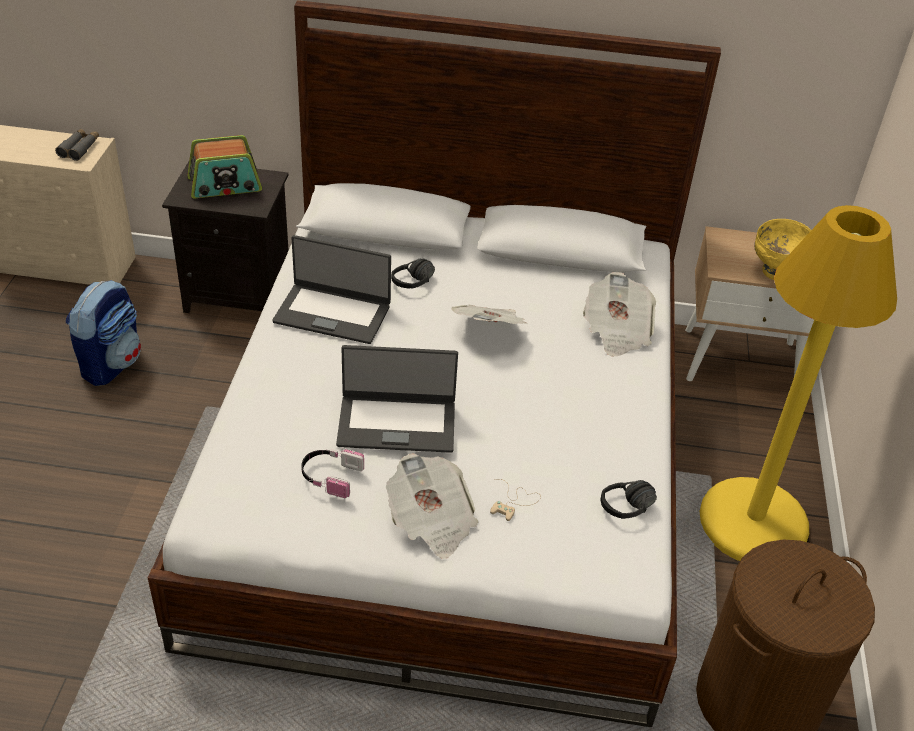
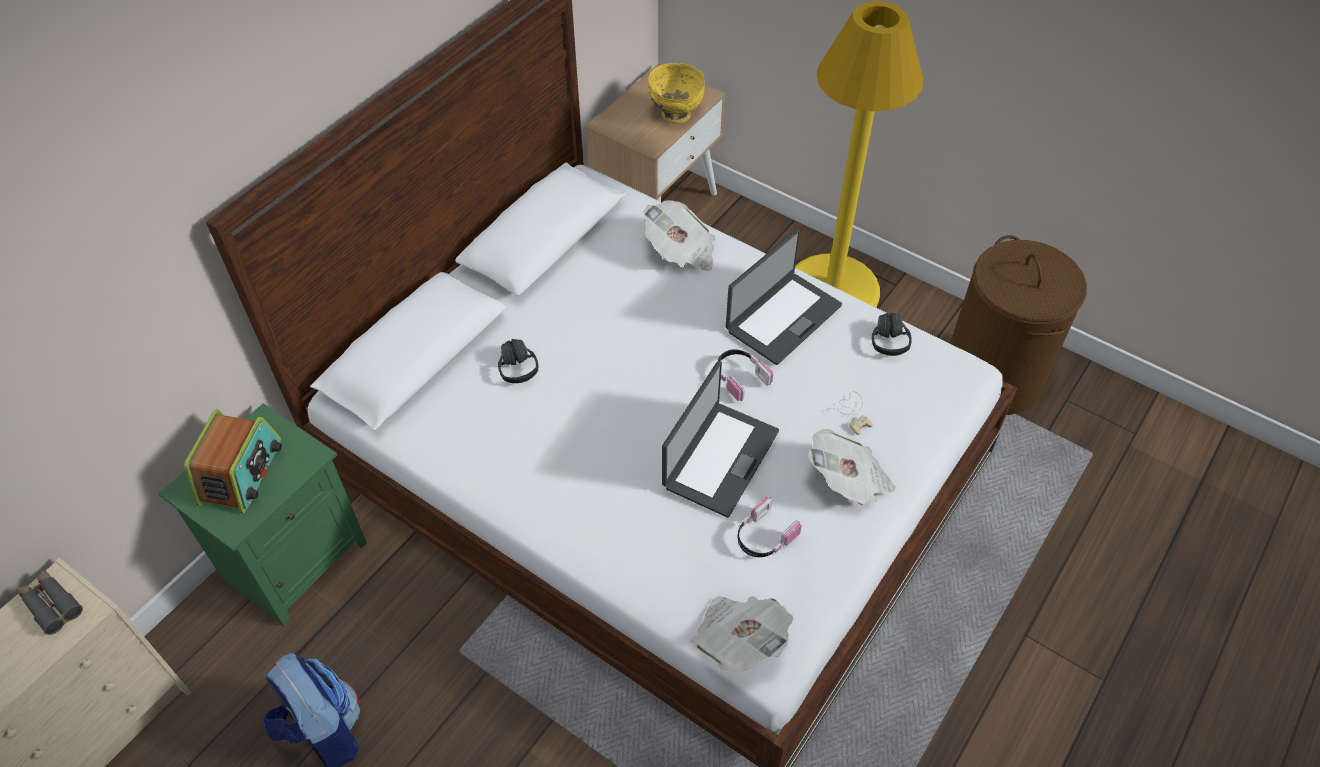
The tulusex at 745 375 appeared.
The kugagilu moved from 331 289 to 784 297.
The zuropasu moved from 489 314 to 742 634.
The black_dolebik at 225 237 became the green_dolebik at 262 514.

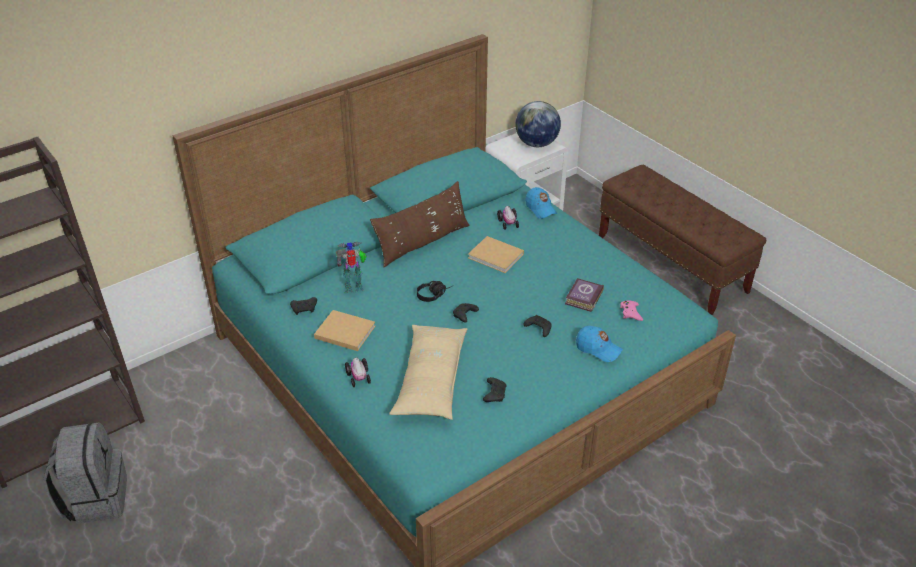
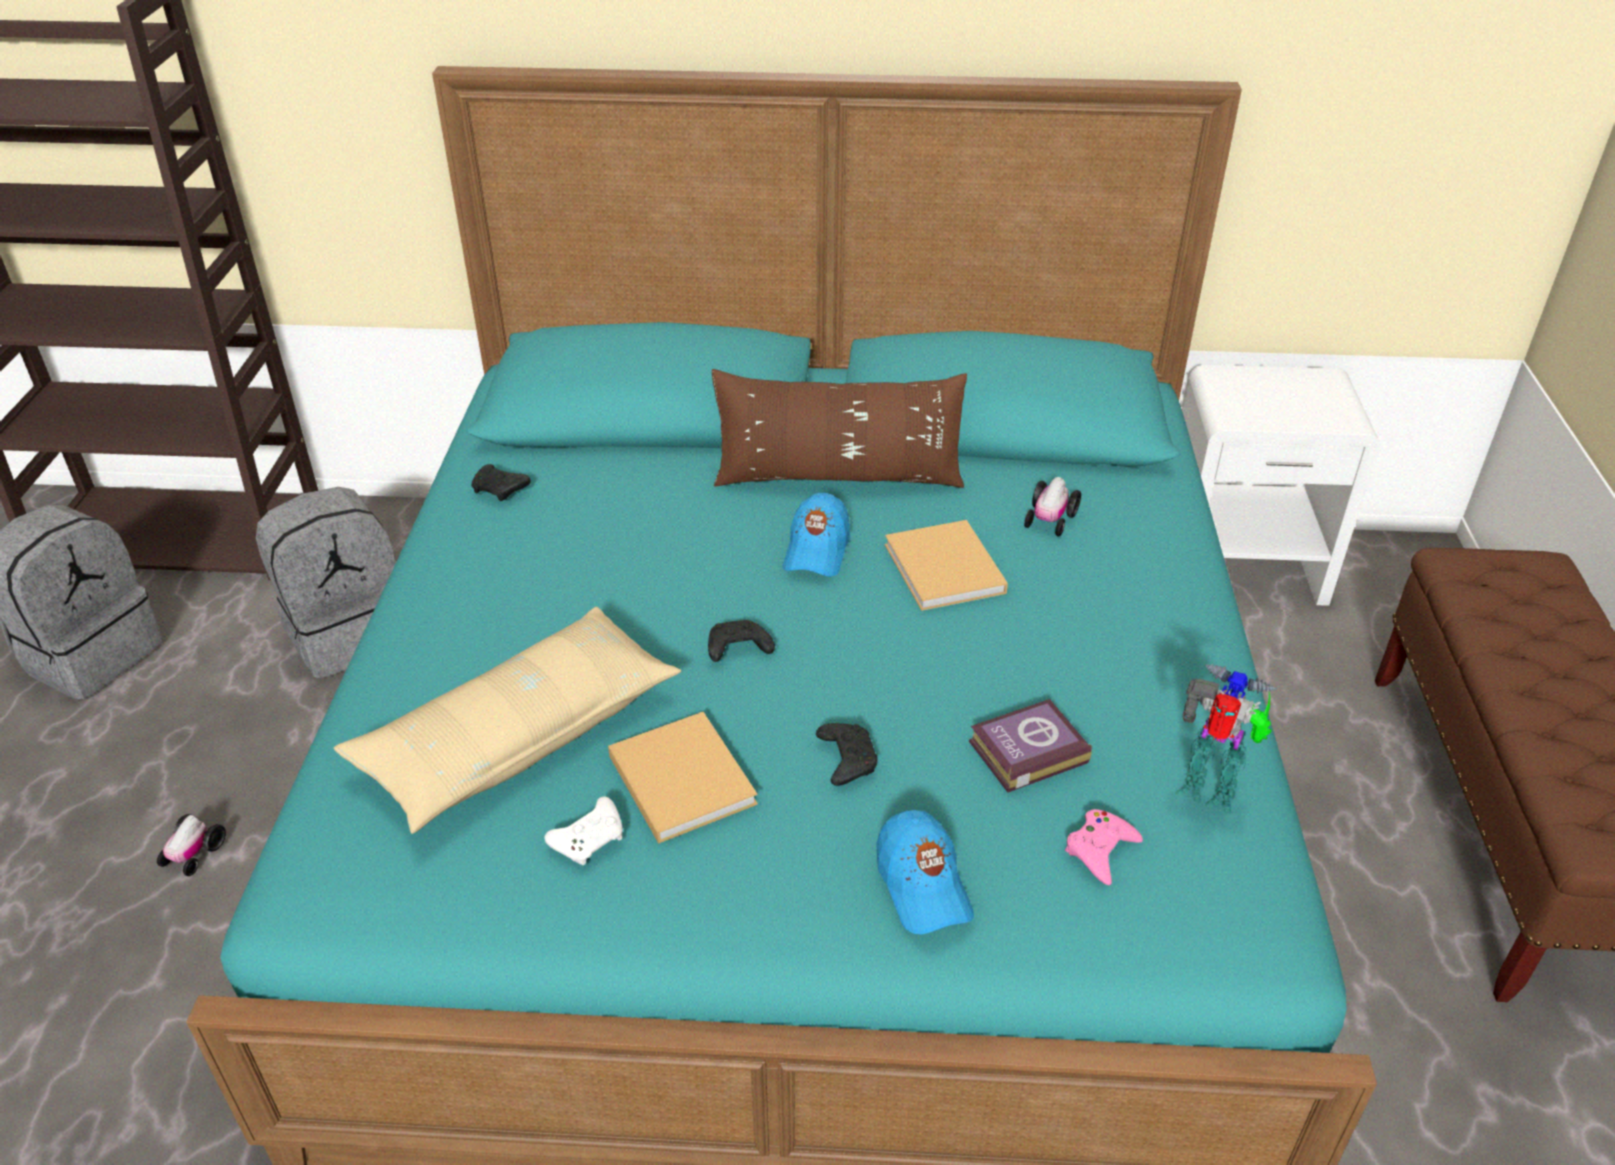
The black_tulusex at 434 291 disappeared.
The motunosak at 538 124 disappeared.
The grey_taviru at 325 582 appeared.
The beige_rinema moved from 344 330 to 683 778.
The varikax moved from 351 268 to 1225 739.
The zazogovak moved from 358 372 to 191 845.
The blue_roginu moved from 542 203 to 816 535.
The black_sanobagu at 495 389 became the white_sanobagu at 584 831.

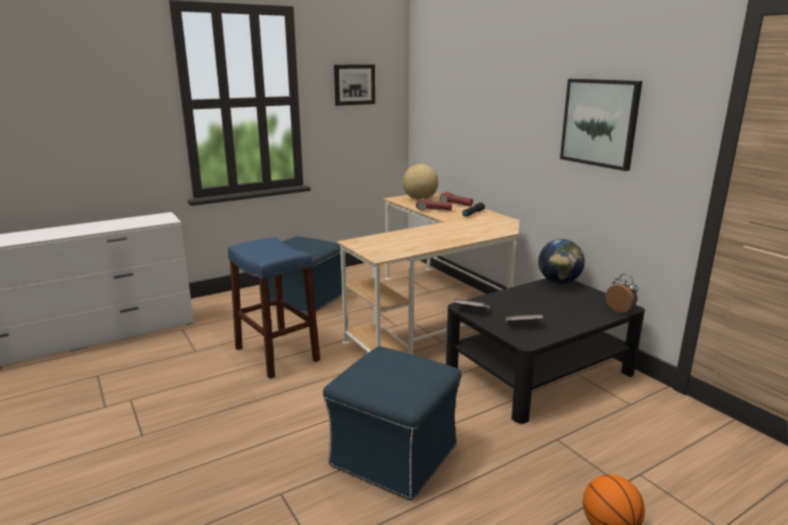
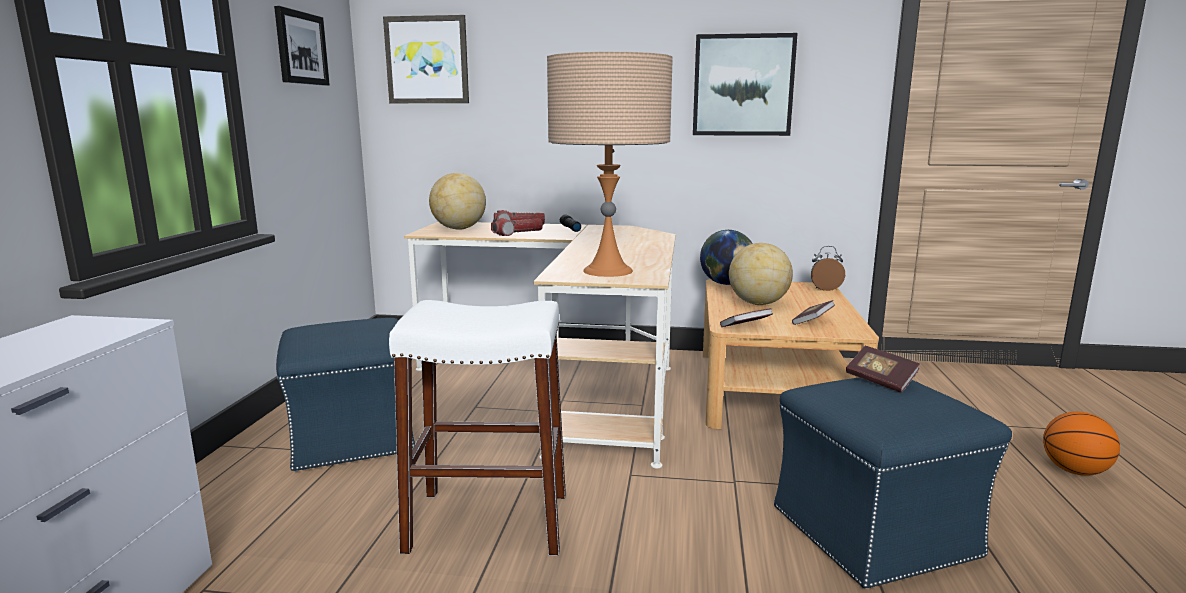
The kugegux at 426 59 appeared.
The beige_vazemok at 610 164 appeared.
The motunosak at 761 274 appeared.
The rinema at 883 369 appeared.
The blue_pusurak at 274 308 became the white_pusurak at 477 428.
The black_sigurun at 545 351 became the beige_sigurun at 791 354.

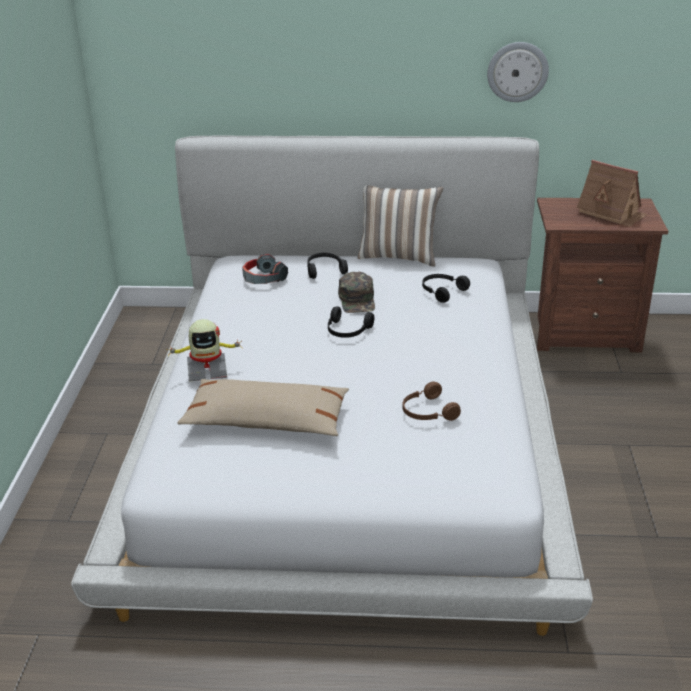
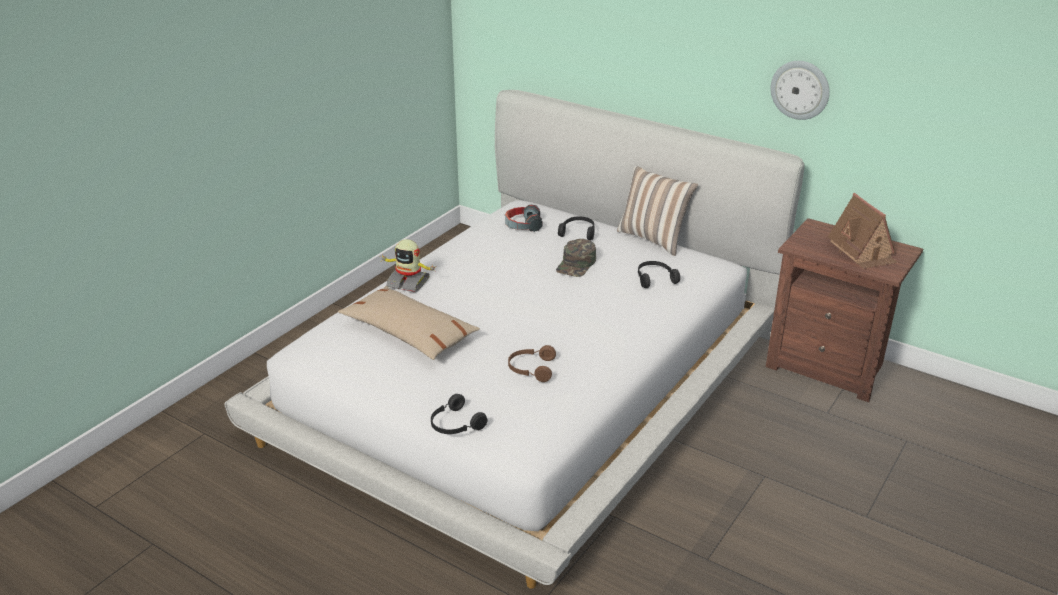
The black_tulusex moved from 351 322 to 459 414.

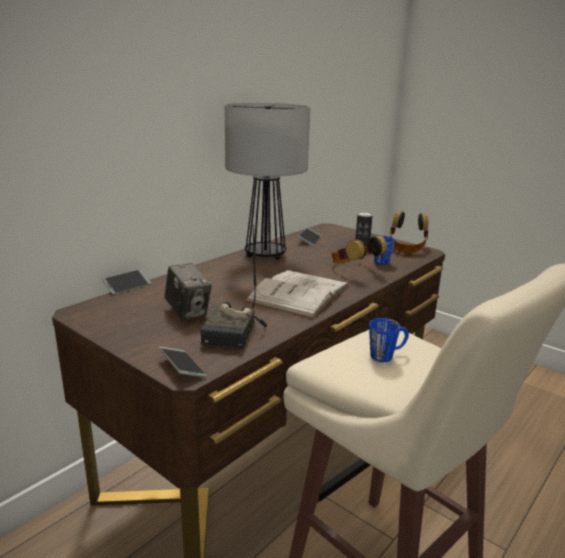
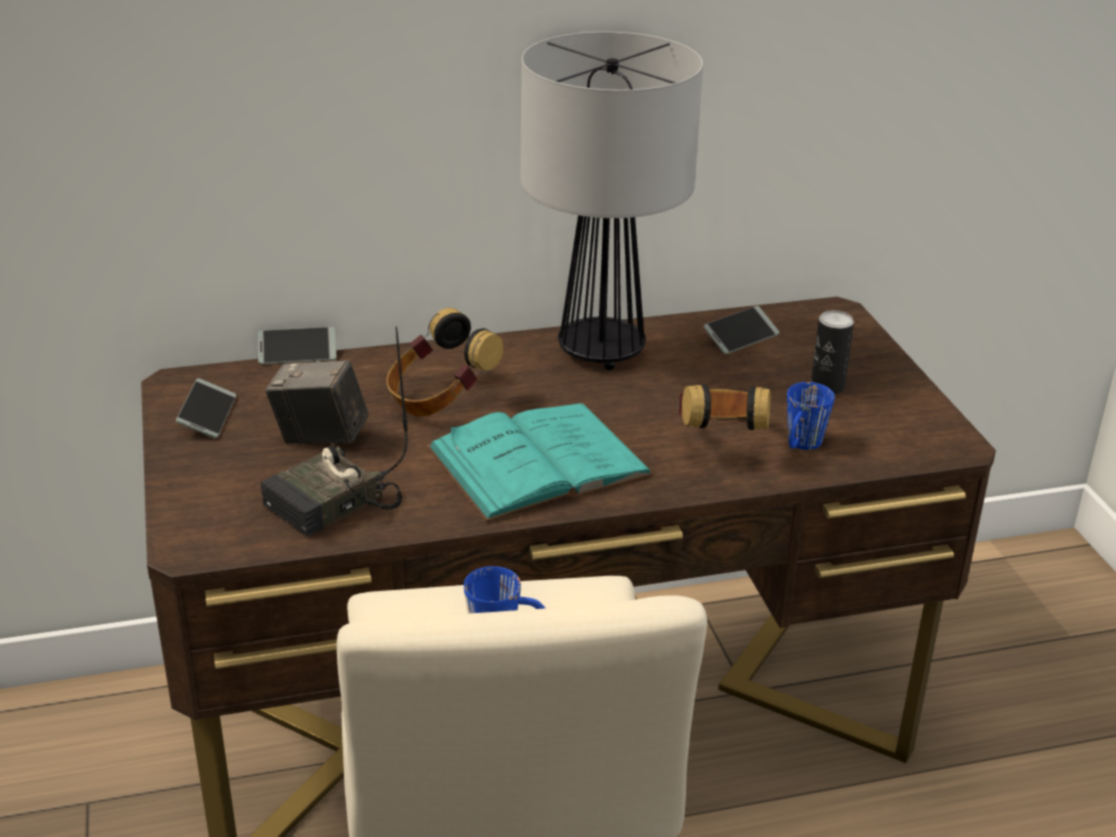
The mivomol moved from 183 361 to 206 408.
The tulusex moved from 409 232 to 445 362.
The white_rinema at 297 294 became the turquoise_rinema at 540 462.
The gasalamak at 188 291 turned 105 degrees clockwise.

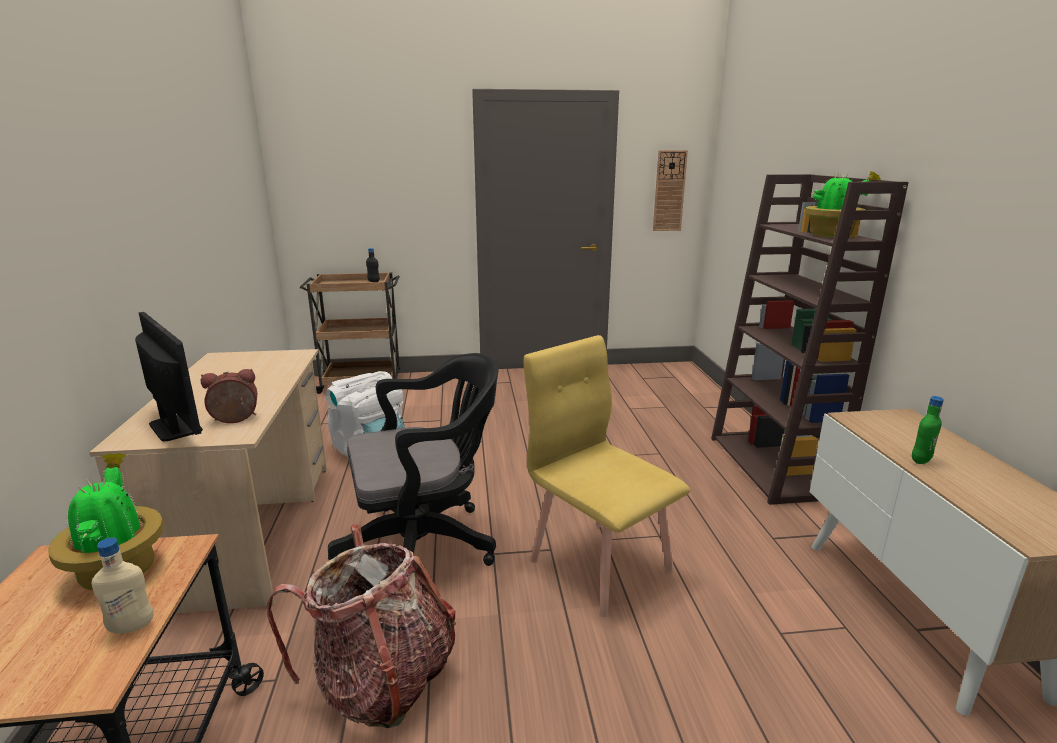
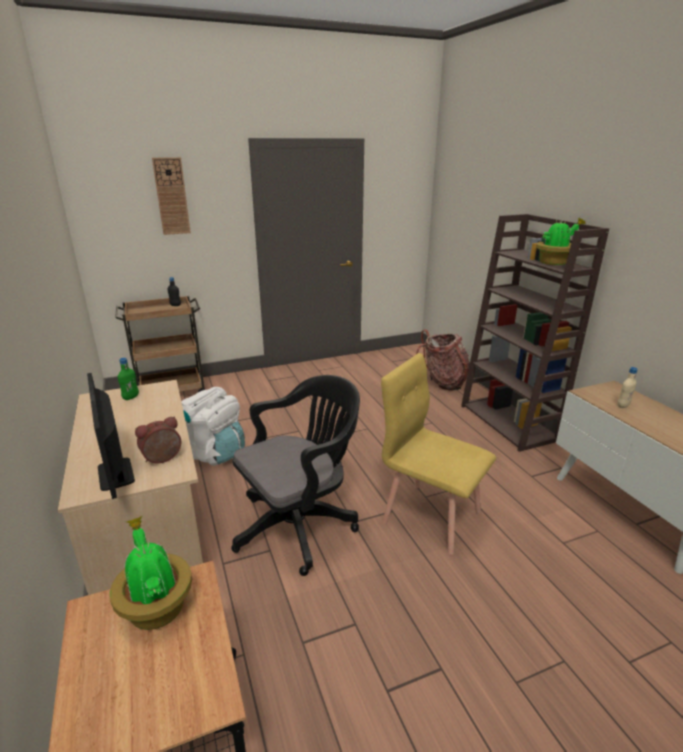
The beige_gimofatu moved from 123 586 to 628 387.
The taviru moved from 361 626 to 442 360.
The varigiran moved from 670 190 to 171 196.
The green_gimofatu moved from 928 430 to 128 379.
The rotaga at 169 376 turned 150 degrees counterclockwise.

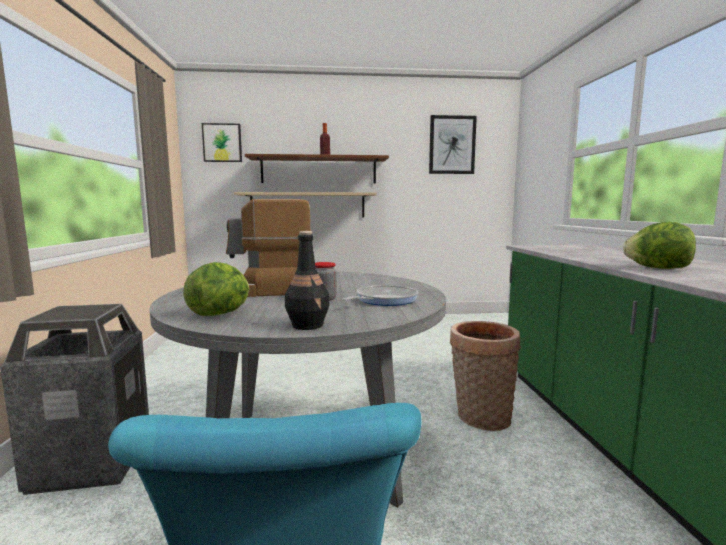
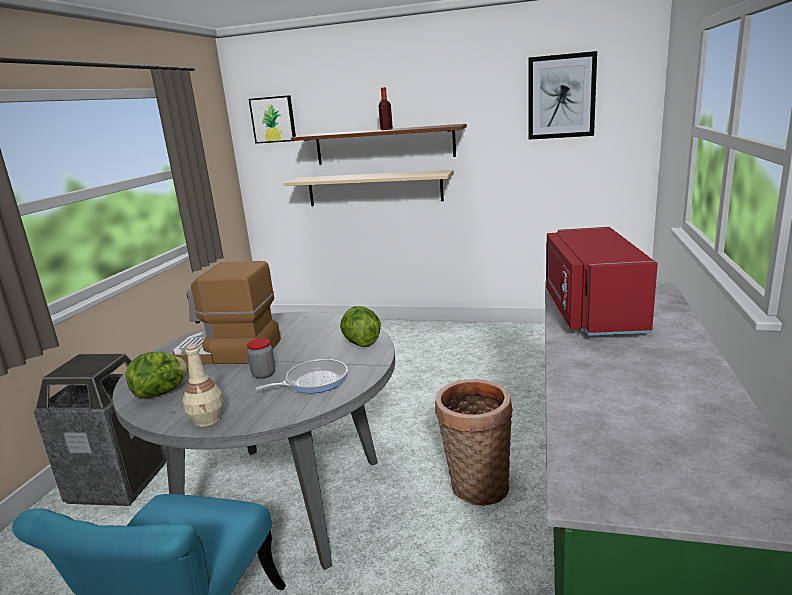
The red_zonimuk at 602 281 appeared.
The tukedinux moved from 659 245 to 360 326.
The black_gimofatu at 307 280 became the beige_gimofatu at 203 385.

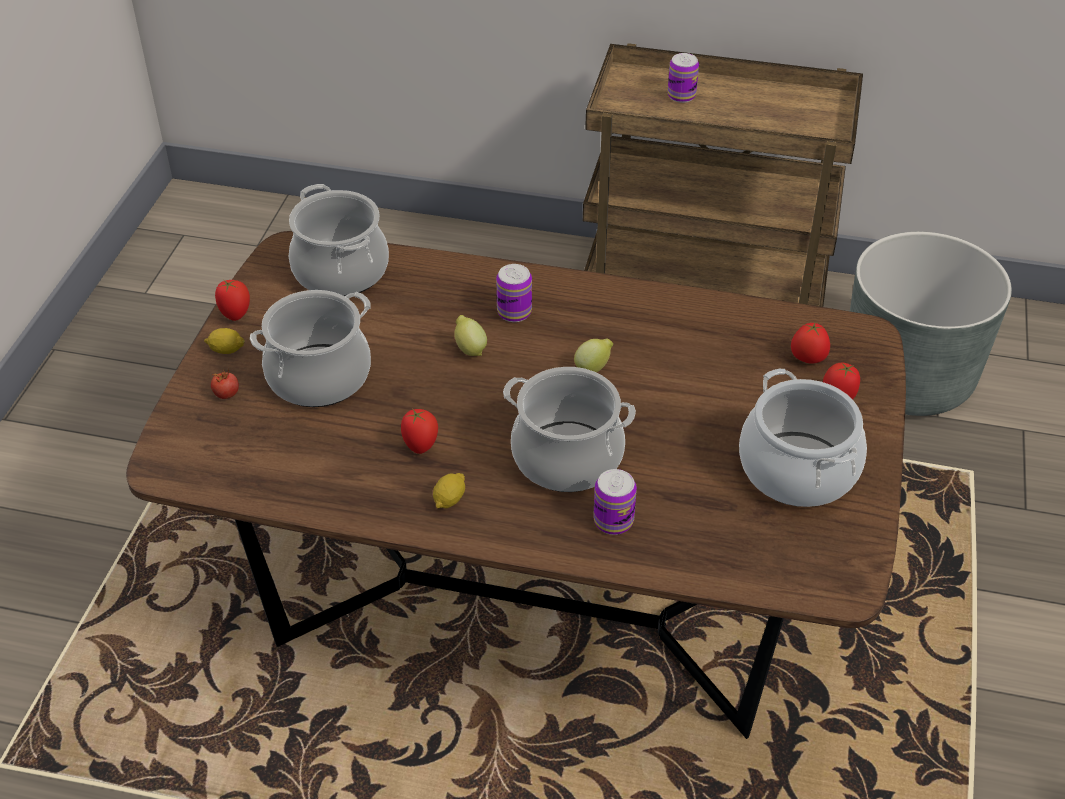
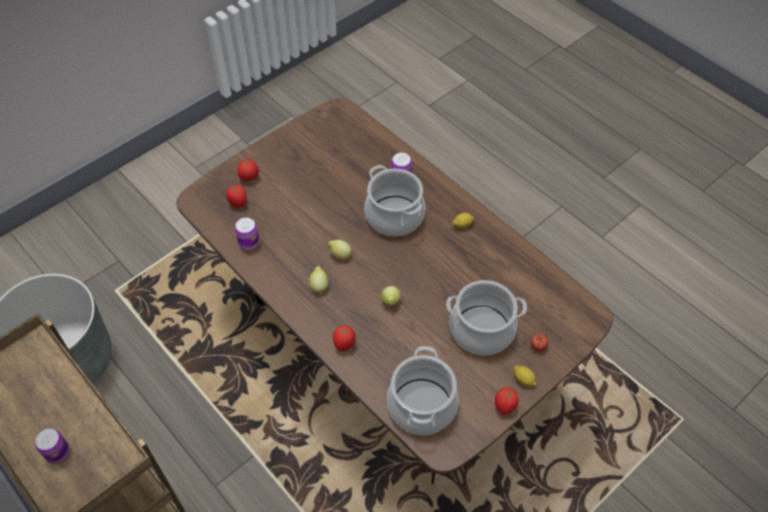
The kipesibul at 803 438 disappeared.
The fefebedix at 318 280 appeared.
The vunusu moved from 419 431 to 344 338.
The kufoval moved from 514 293 to 247 234.

